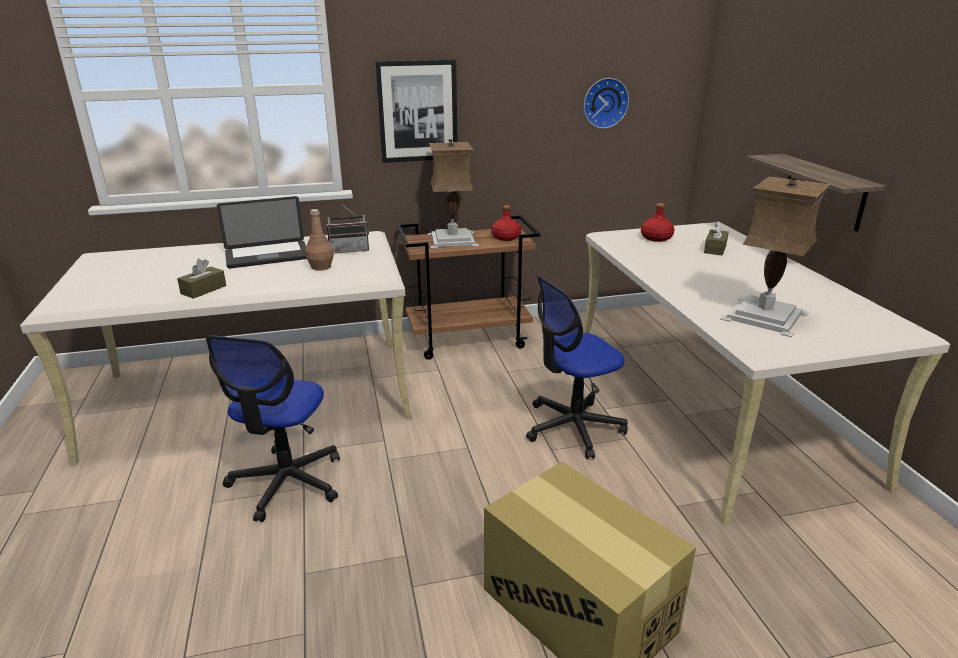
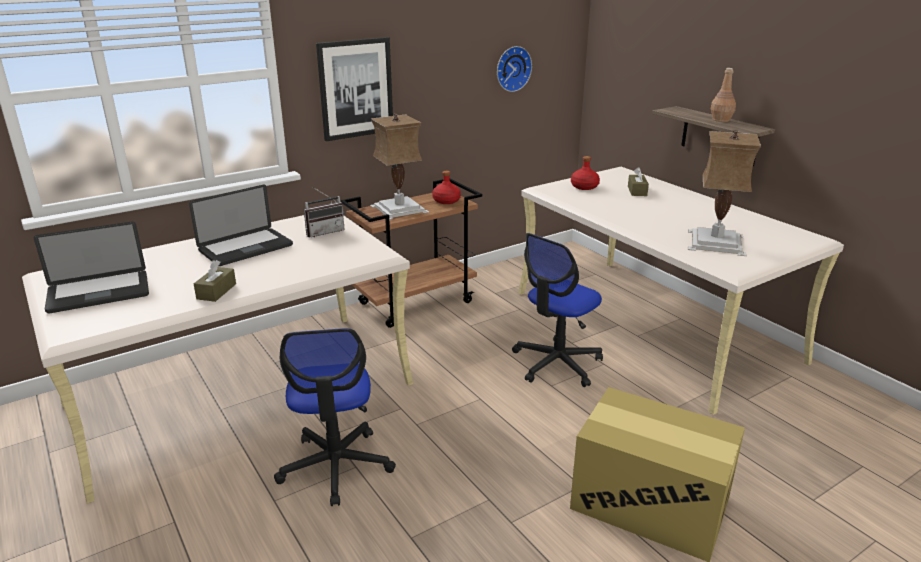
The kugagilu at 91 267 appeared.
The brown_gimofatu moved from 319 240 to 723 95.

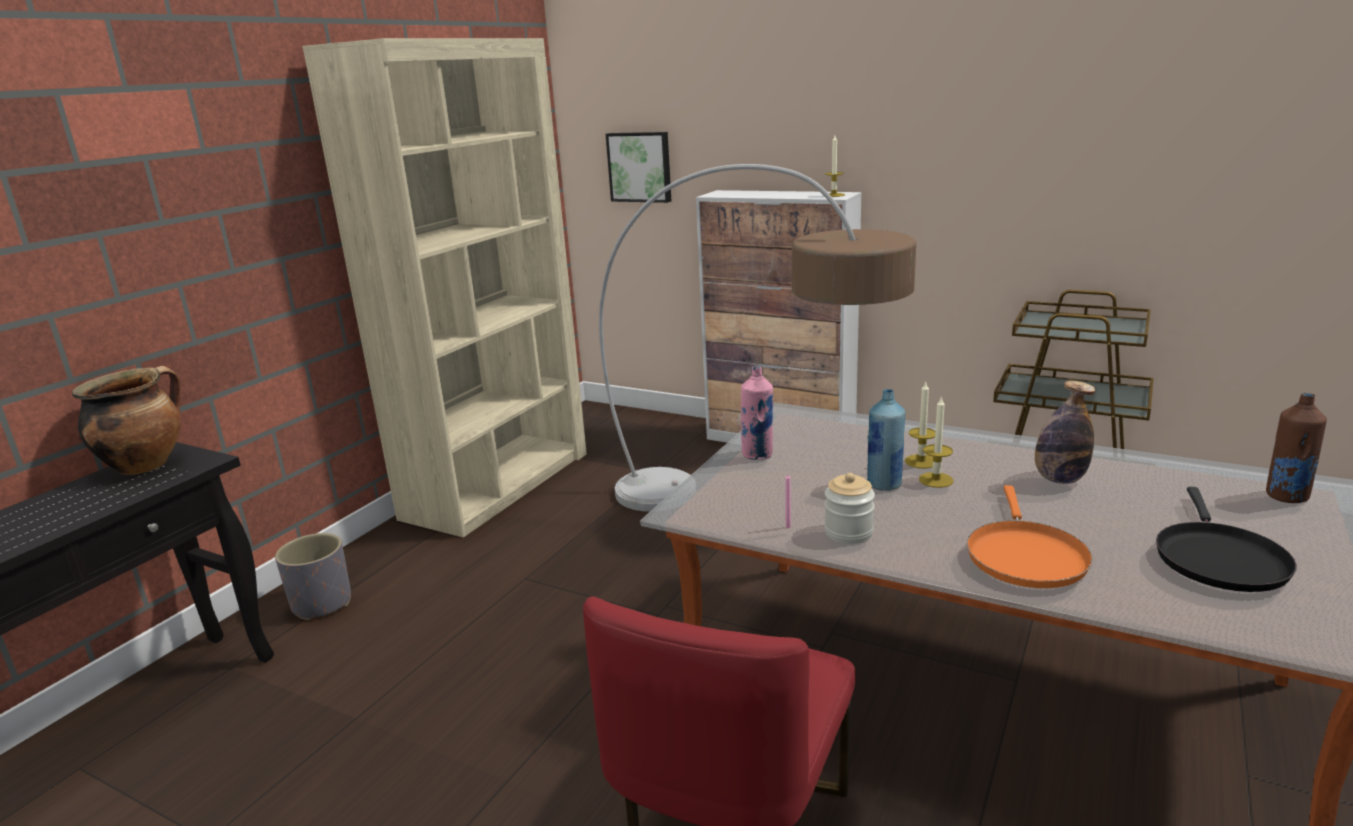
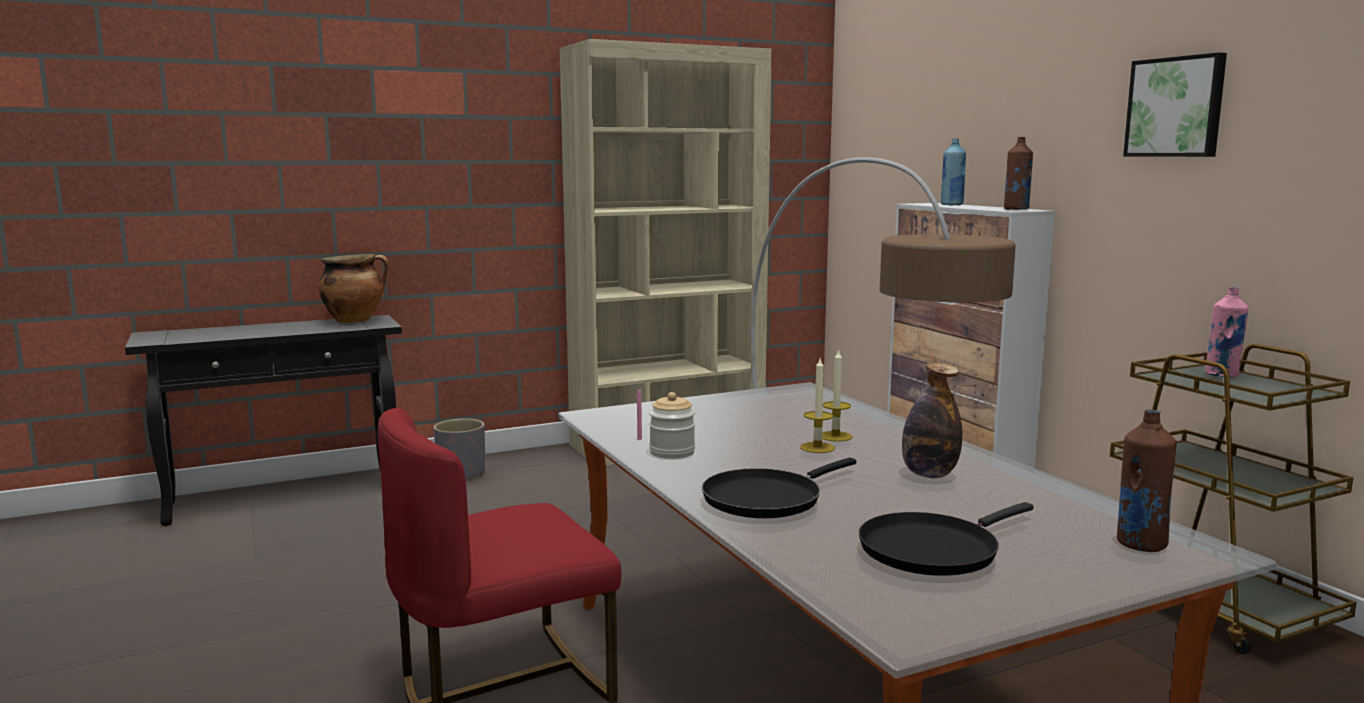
The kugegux moved from 638 167 to 1175 104.
The pink_gimofatu moved from 757 413 to 1226 332.
The blue_gimofatu moved from 886 440 to 953 171.
The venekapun at 834 166 was replaced by the brown_gimofatu at 1018 173.
The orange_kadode at 1030 536 became the black_kadode at 779 488.

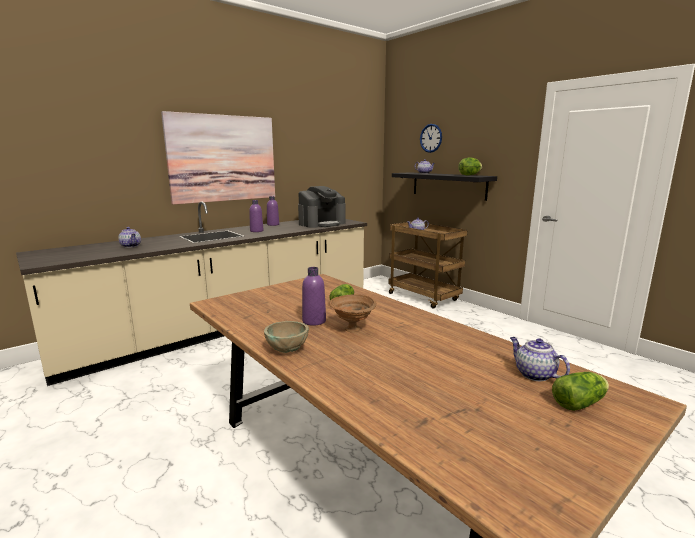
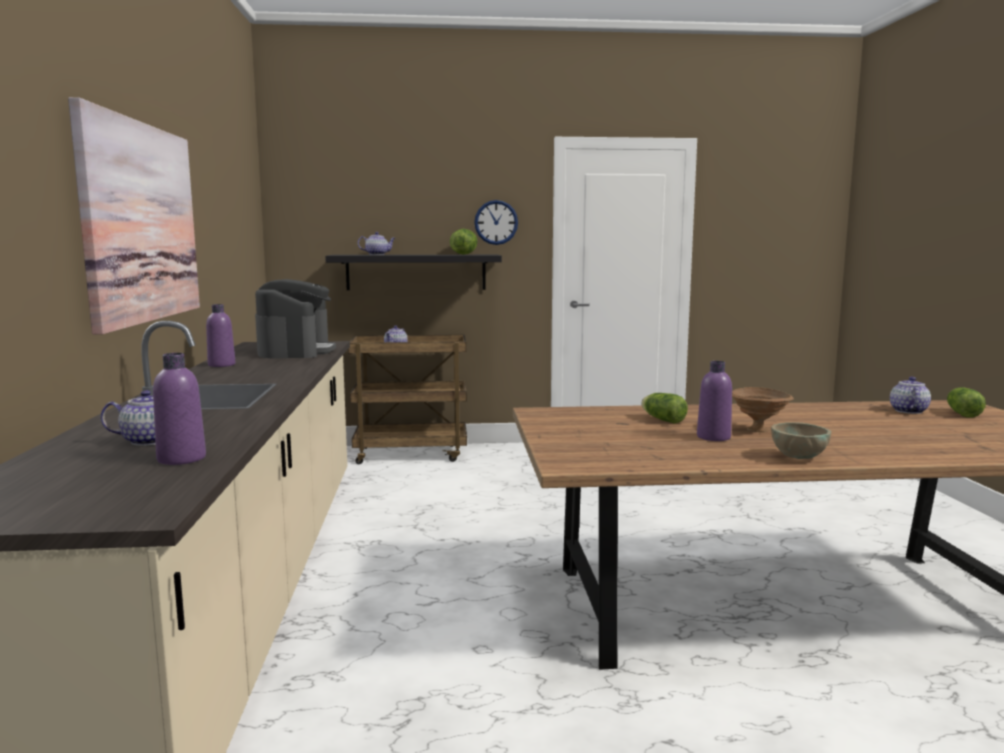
The purple_gimofatu moved from 256 216 to 179 409.
The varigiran moved from 431 138 to 496 222.
The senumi at 540 359 turned 105 degrees clockwise.

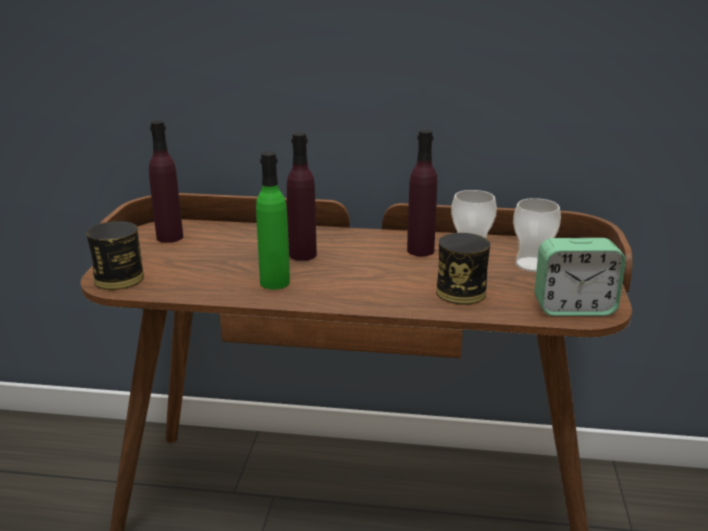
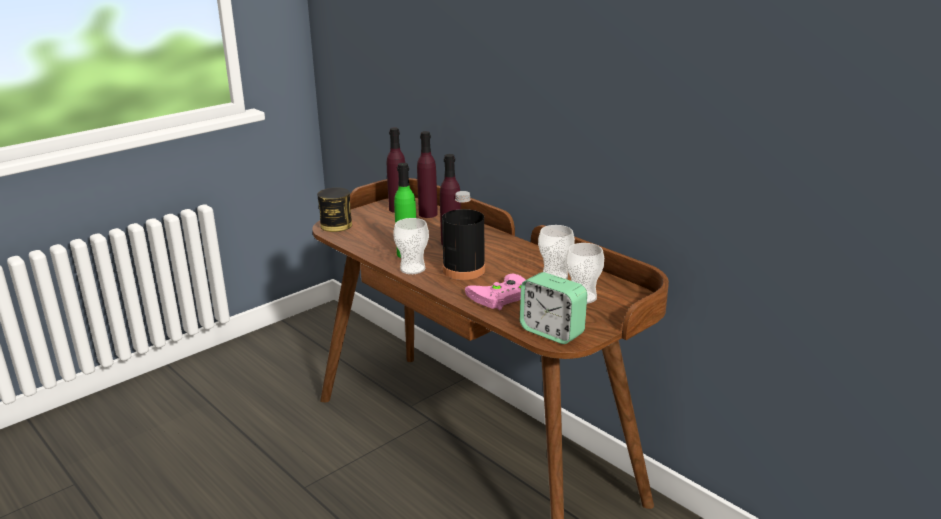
The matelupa at 411 246 appeared.
The black_gimofatu at 463 235 appeared.
The purple_gimofatu moved from 422 193 to 427 174.
The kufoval at 463 269 was replaced by the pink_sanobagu at 495 292.

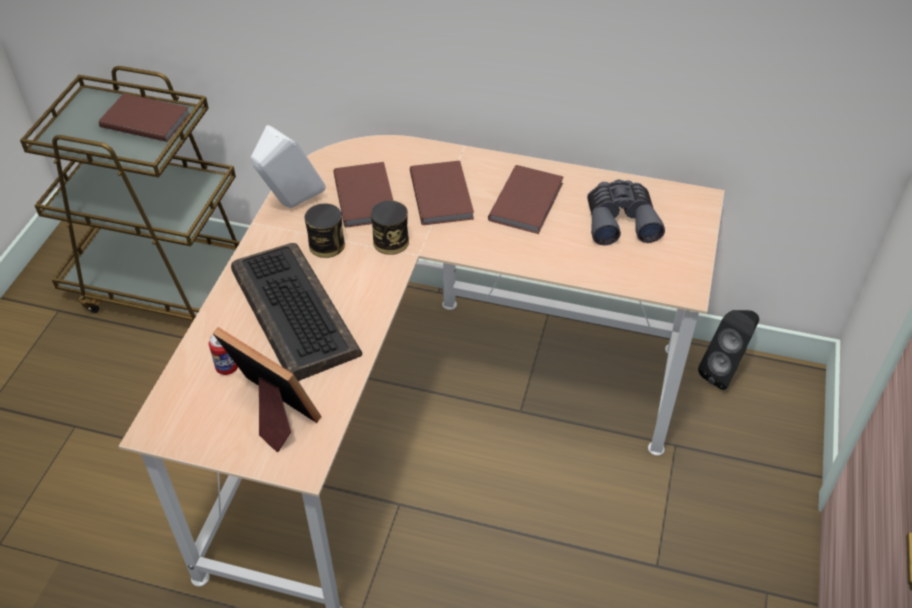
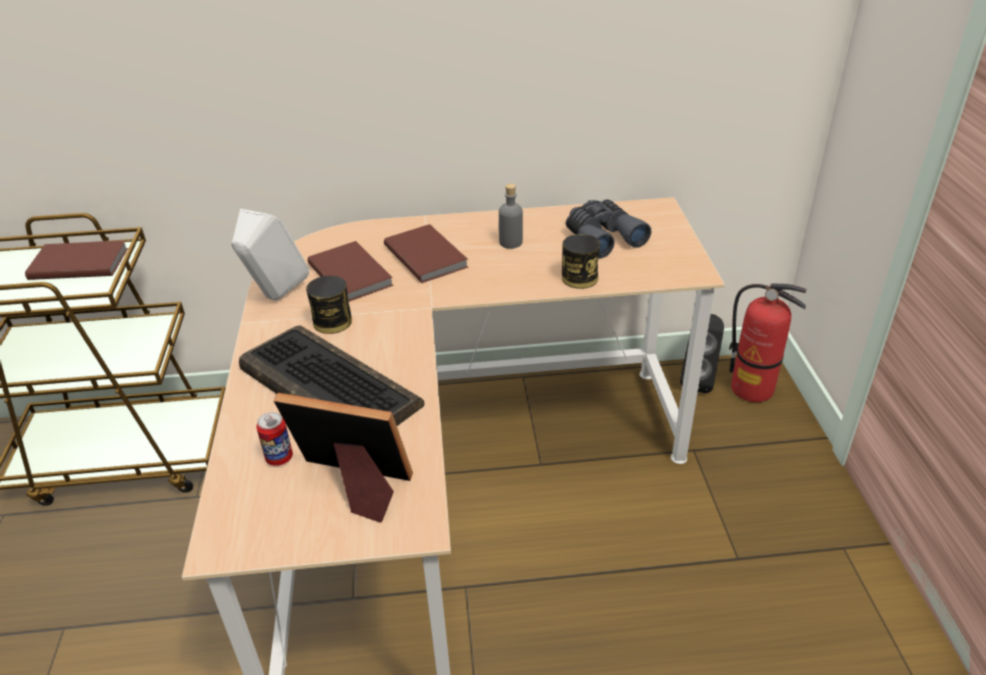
The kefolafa at 767 343 appeared.
The kufoval moved from 390 227 to 581 261.
The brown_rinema at 526 199 was replaced by the grey_gimofatu at 511 216.

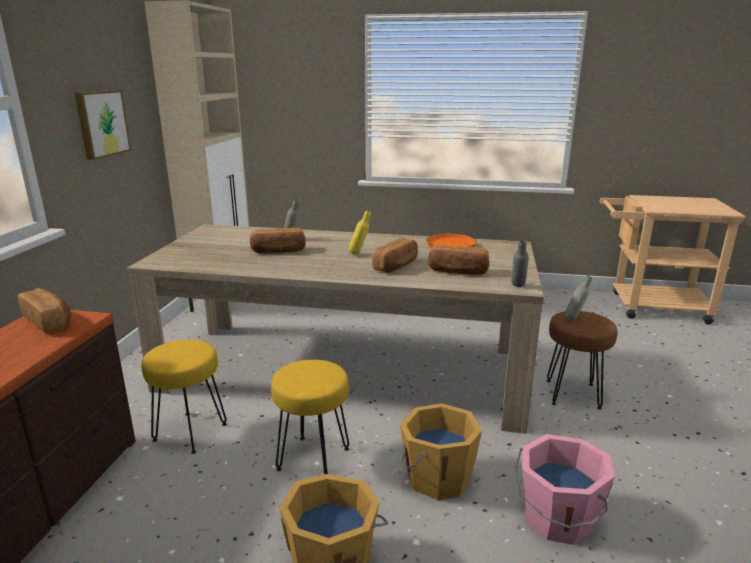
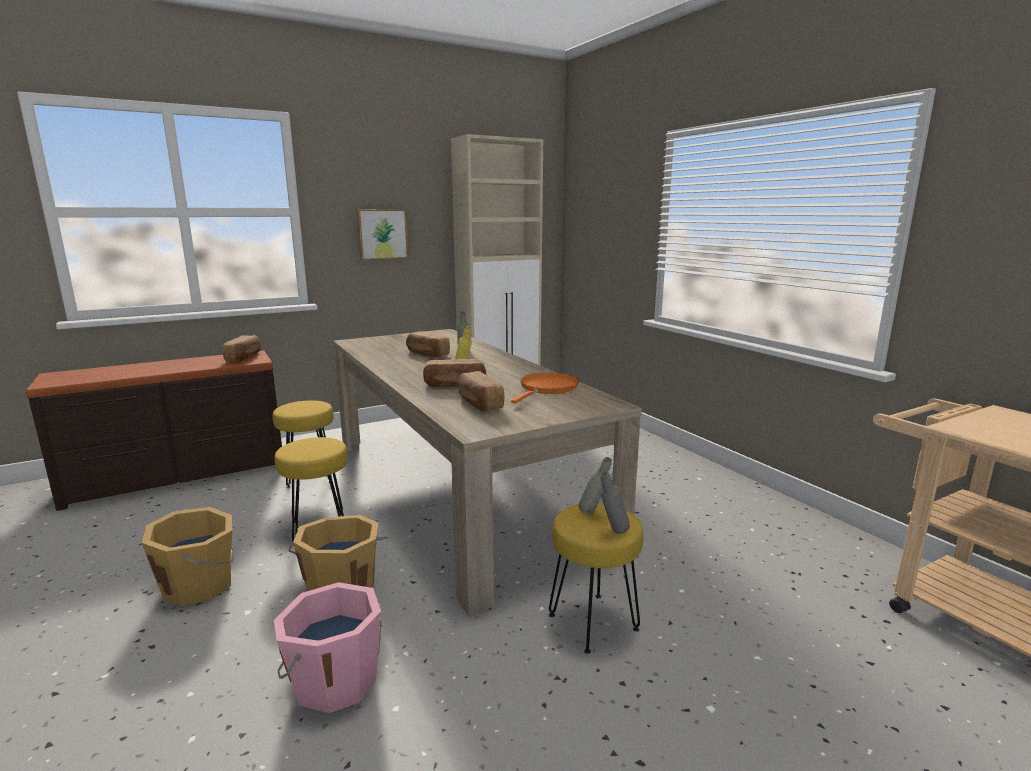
The grey_gimofatu moved from 520 263 to 615 503.
The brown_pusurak at 582 360 became the yellow_pusurak at 596 578.

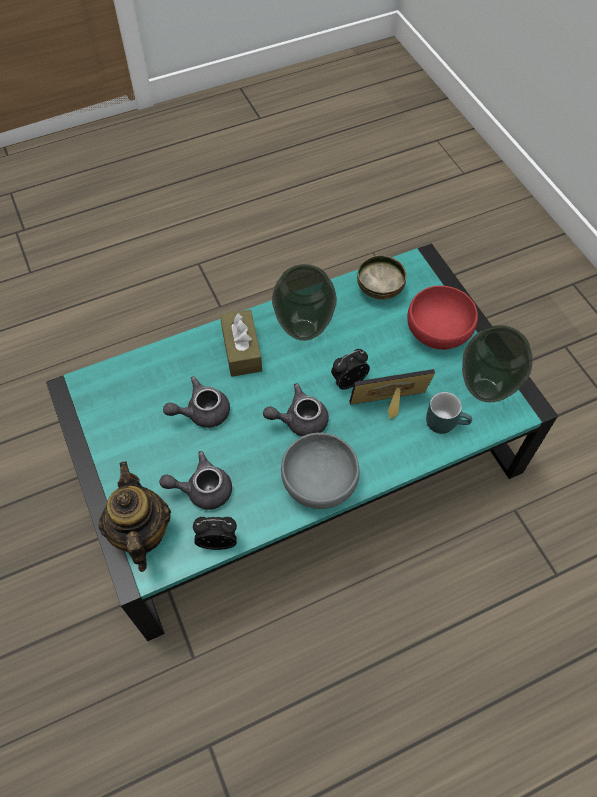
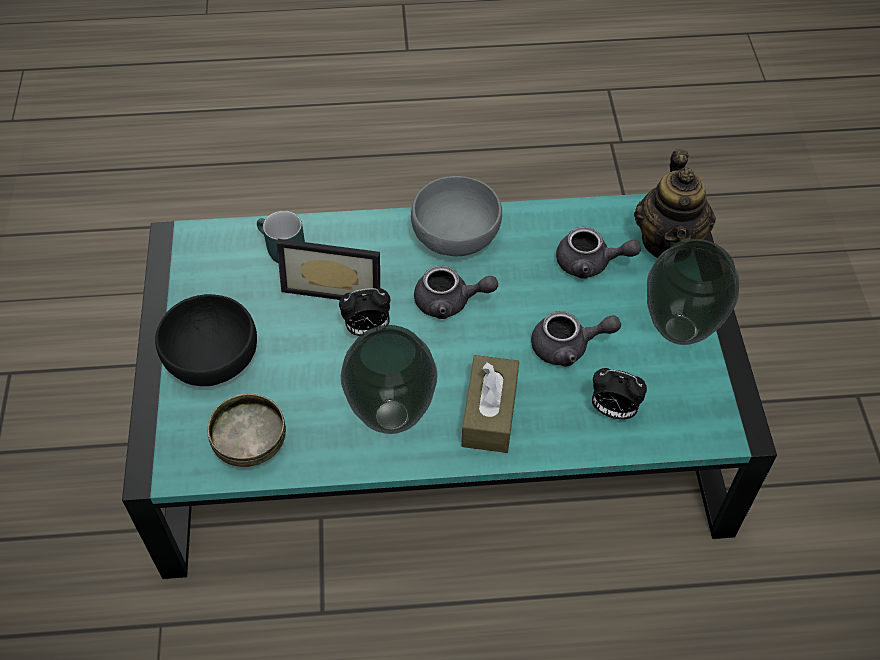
The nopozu moved from 215 533 to 619 393.
The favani moved from 497 363 to 693 292.
The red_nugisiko at 442 318 became the black_nugisiko at 206 340.

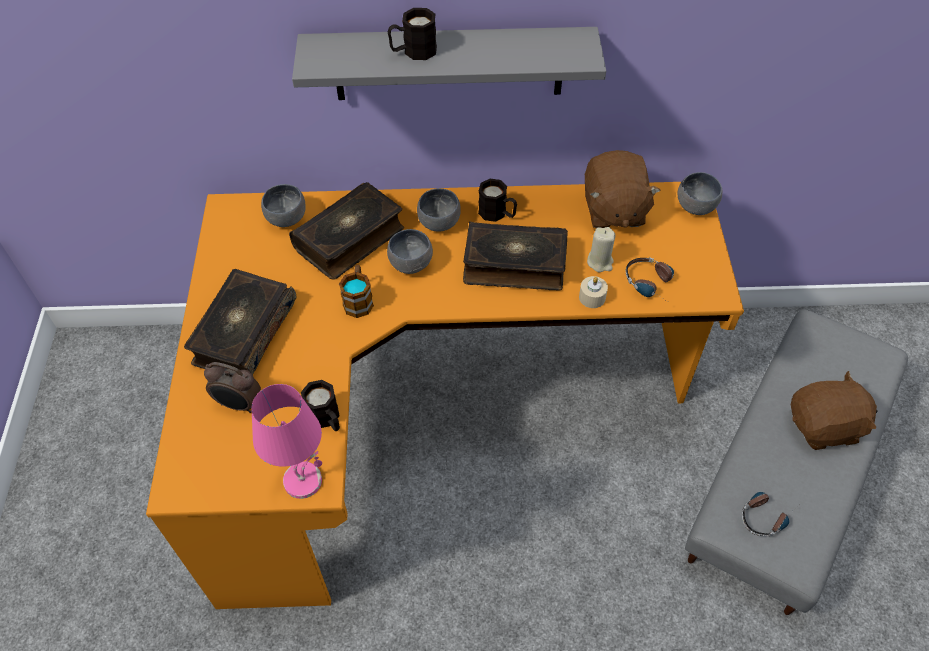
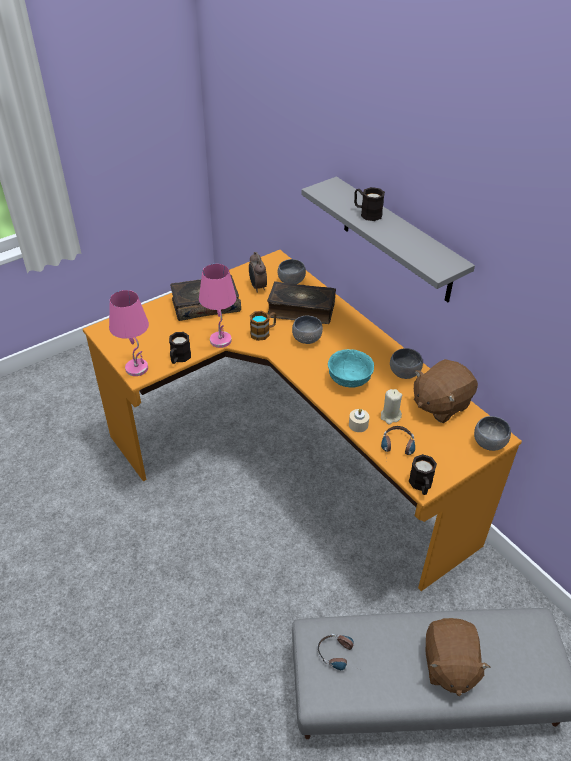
The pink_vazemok at 217 306 appeared.
The nopozu moved from 232 387 to 258 272.
The grey_nugisiko moved from 439 210 to 406 363.
The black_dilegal moved from 497 200 to 423 474.
The rinema at 515 255 was replaced by the turquoise_nugisiko at 351 368.
The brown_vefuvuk at 834 410 turned 45 degrees clockwise.

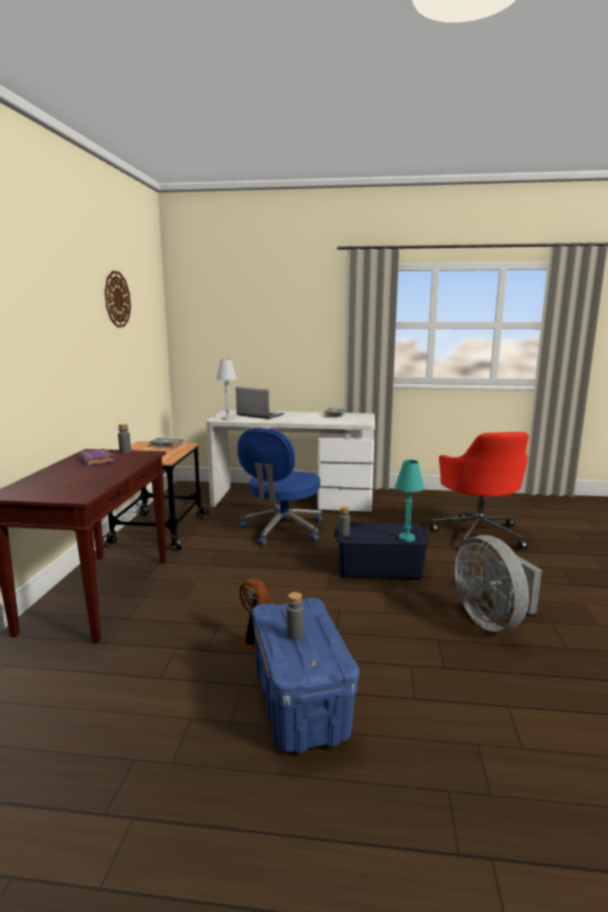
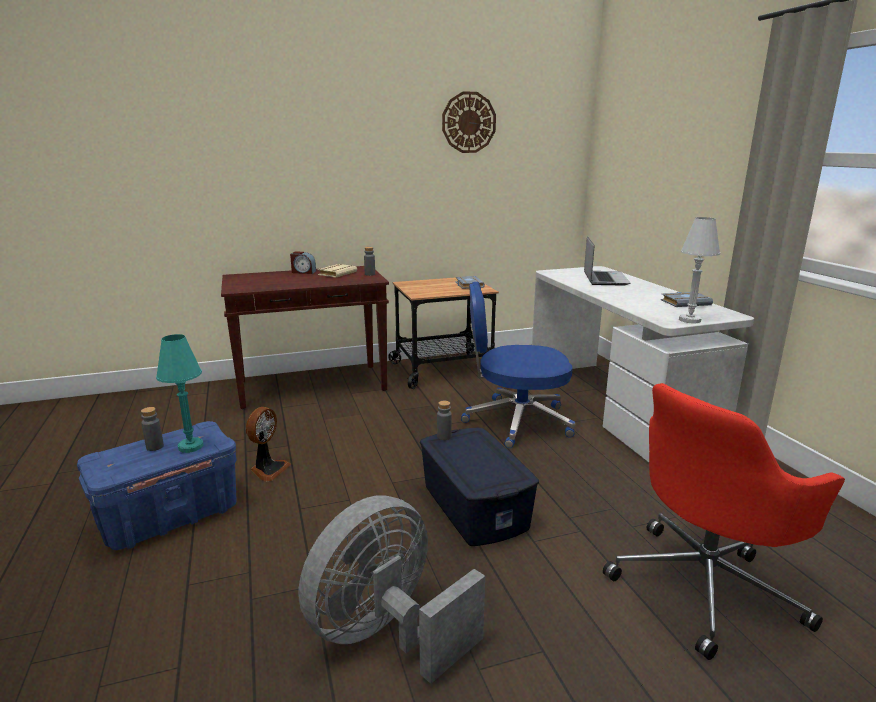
The nopozu at 303 263 appeared.
The white_vazemok moved from 226 389 to 699 270.
The turquoise_vazemok moved from 409 501 to 180 393.
The purple_rinema at 97 457 became the beige_rinema at 337 271.

